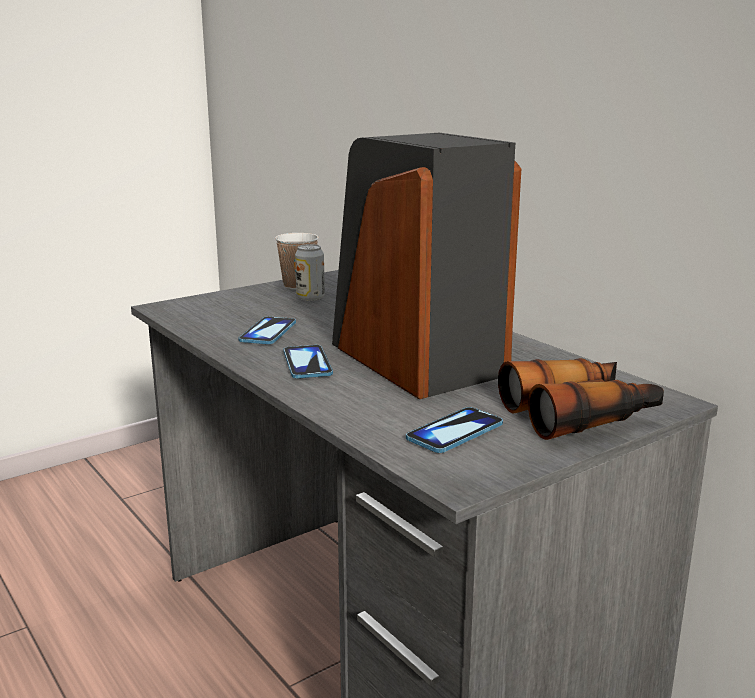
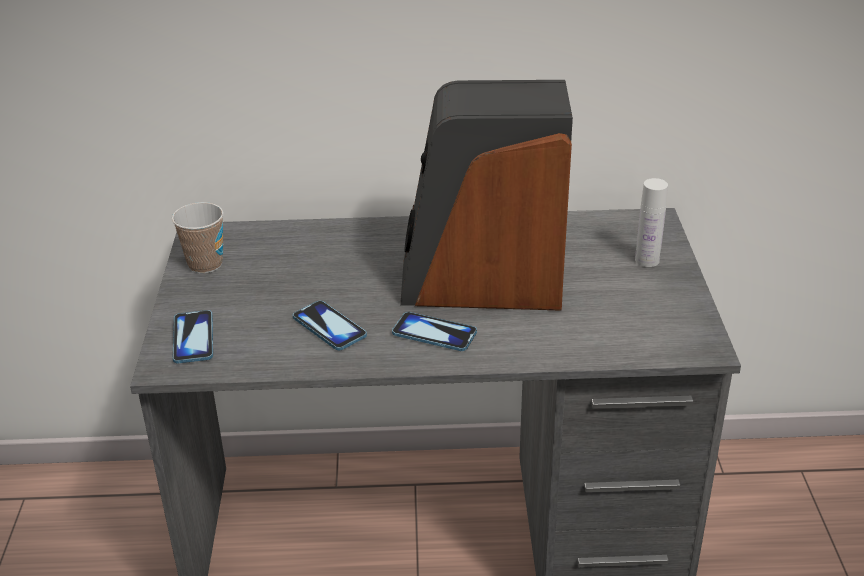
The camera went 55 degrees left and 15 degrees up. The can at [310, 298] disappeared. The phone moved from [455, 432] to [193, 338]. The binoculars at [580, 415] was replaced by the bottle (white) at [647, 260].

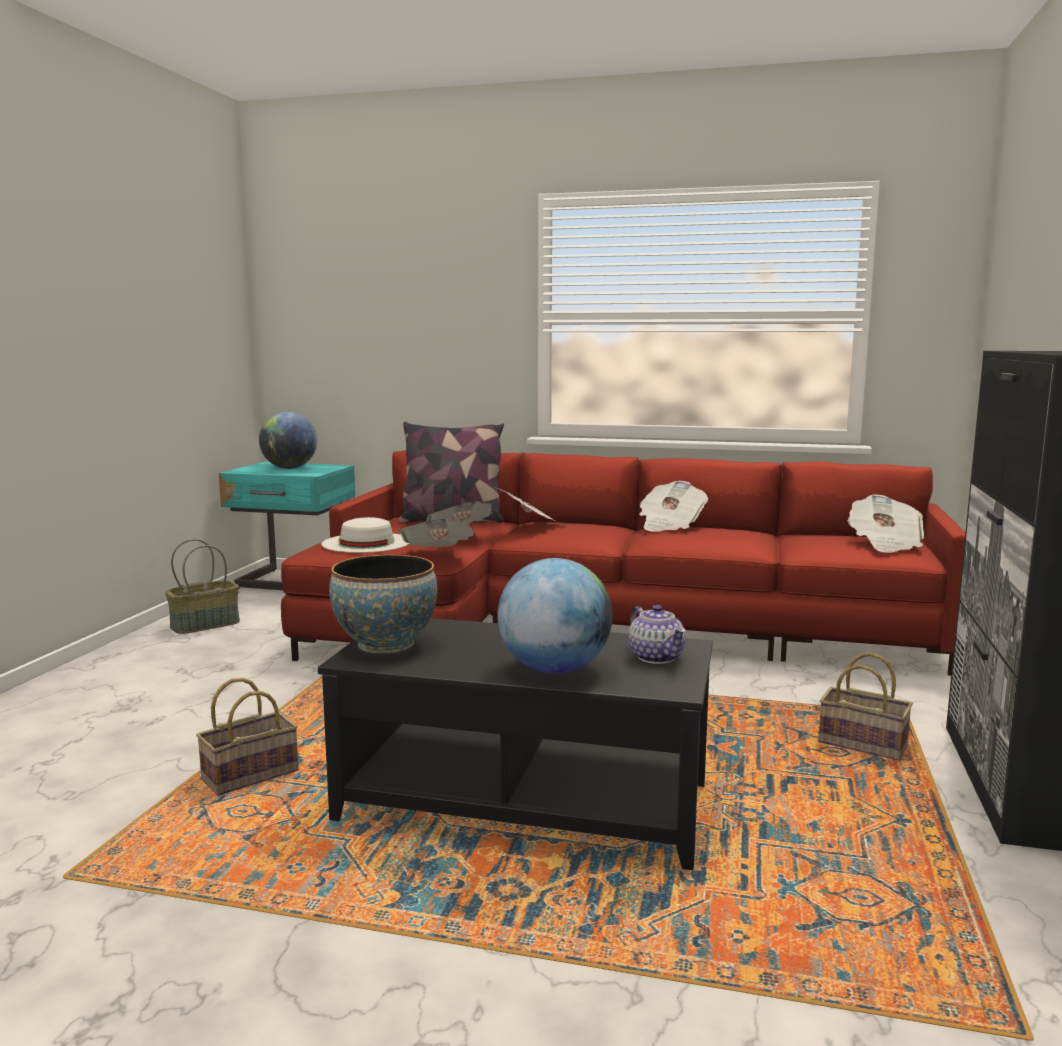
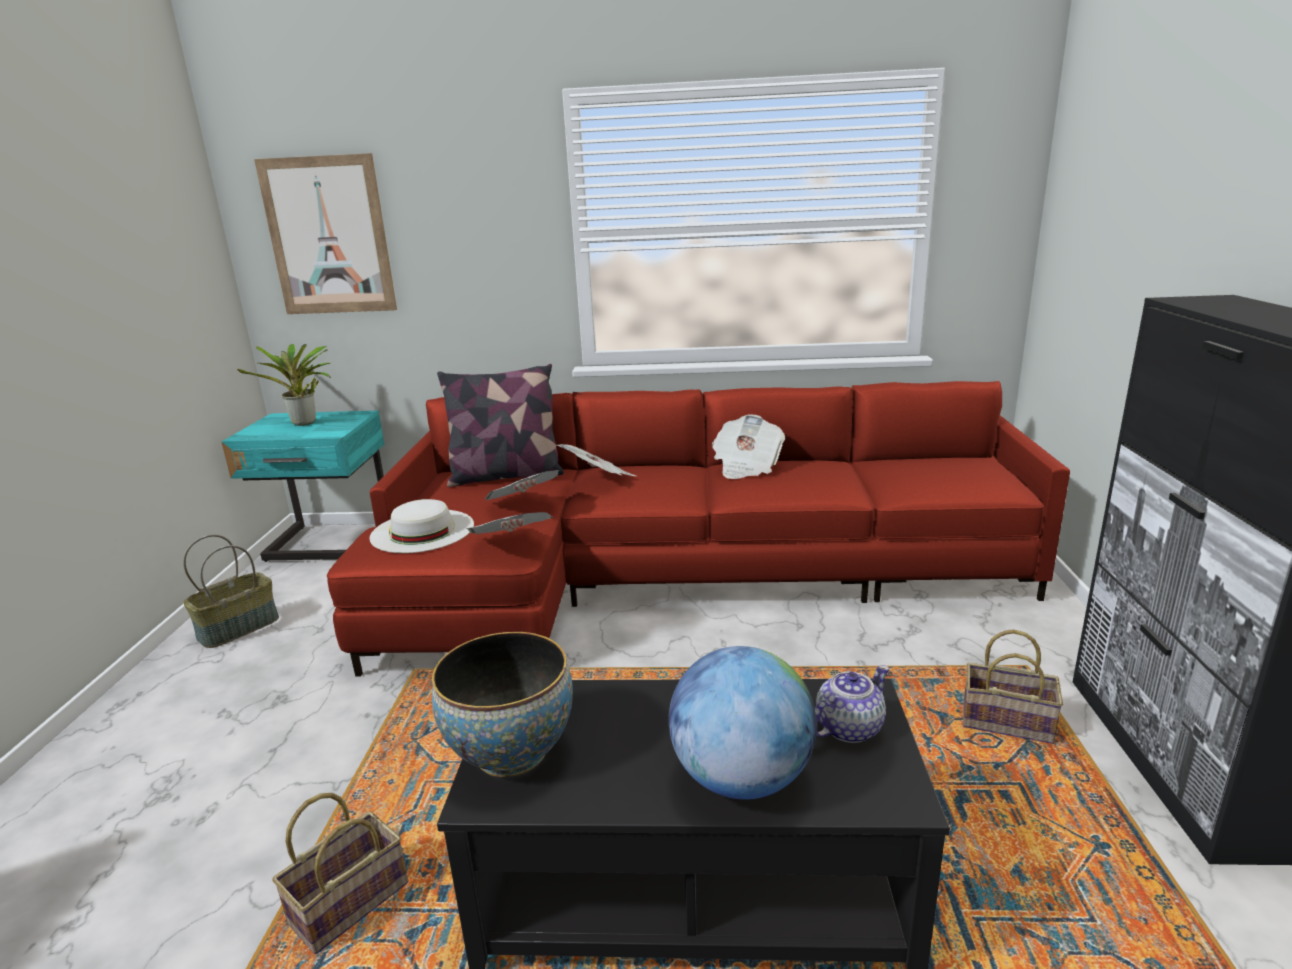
The camera went 10 degrees left and 10 degrees up. The globe at [289, 468] was replaced by the potted plant at [305, 424]. The teapot at [656, 657] turned 90 degrees counterclockwise. The newspaper at [884, 544] disappeared. The picture at [328, 236] appeared.

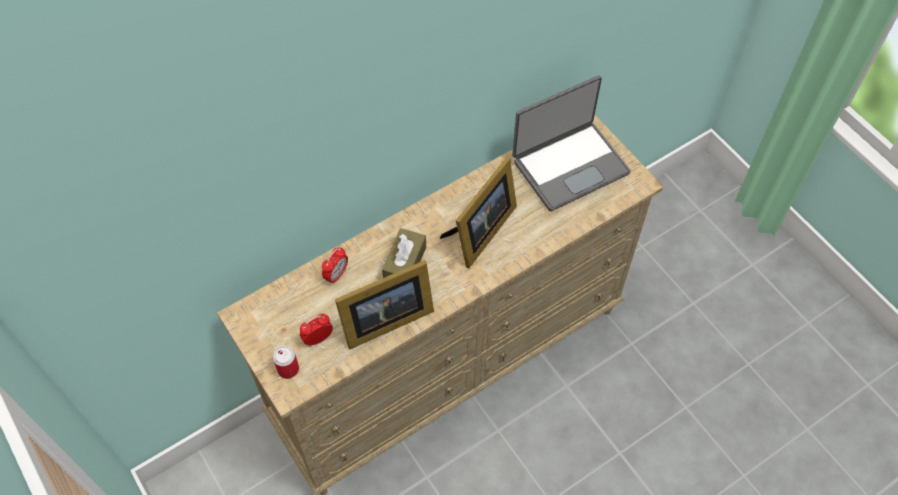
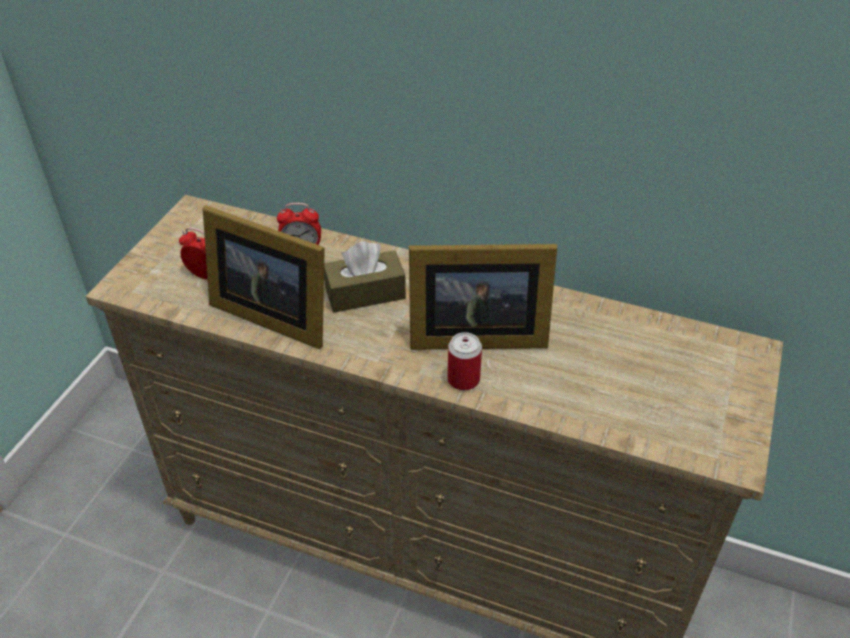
The camera went 55 degrees right and 15 degrees down. The can moved from [288, 369] to [463, 379]. The laptop at [569, 165] disappeared.

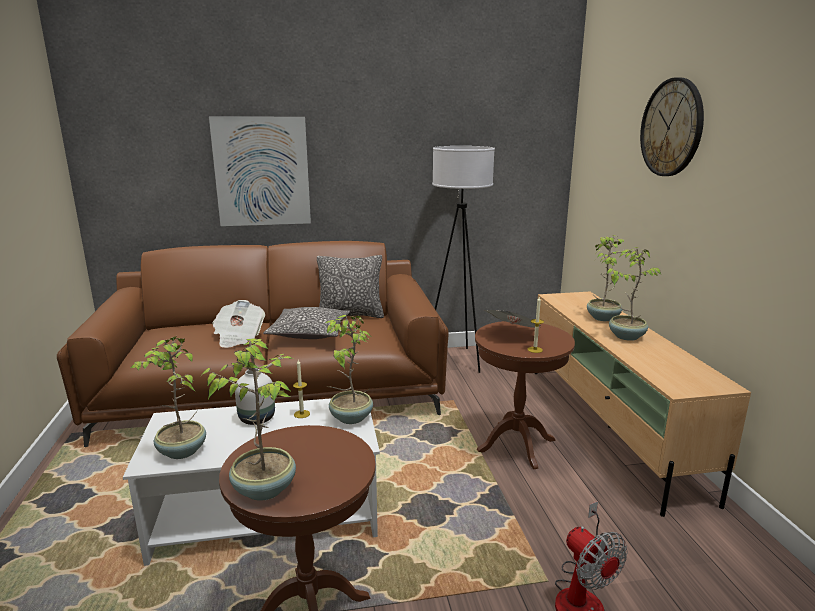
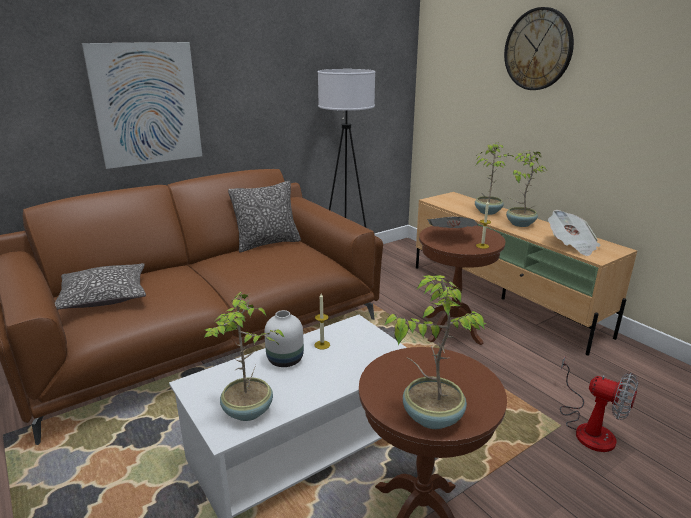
The camera went 25 degrees left and 5 degrees up. The newspaper moved from [238, 337] to [571, 246]. The pillow moved from [309, 333] to [104, 297]. The potted plant at [350, 418] disappeared.

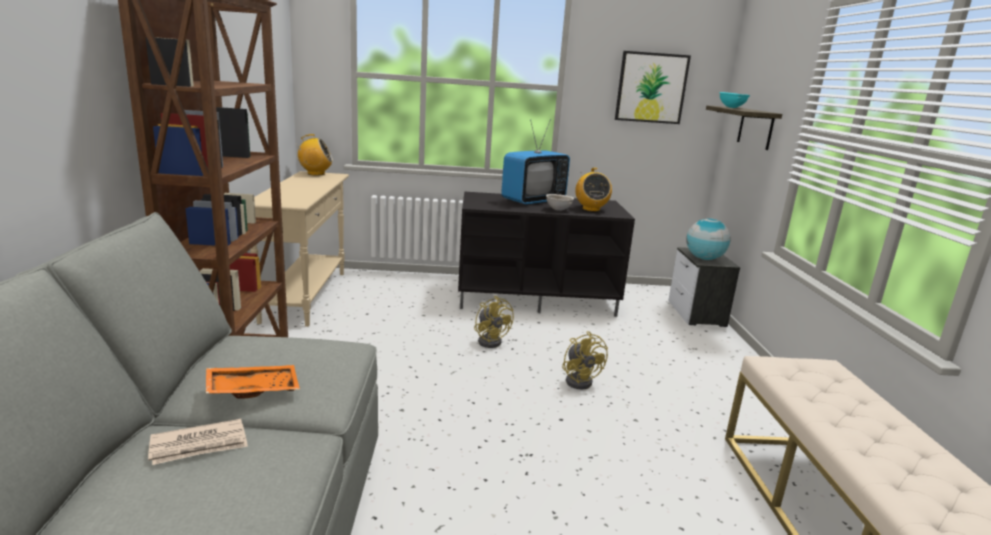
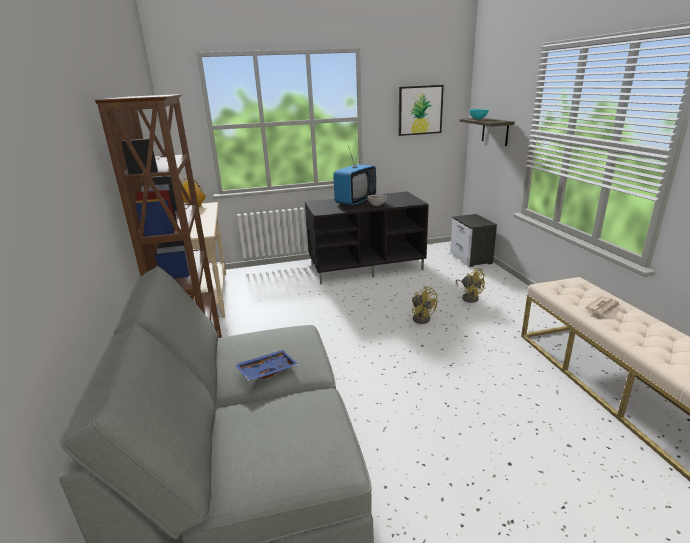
The camera went 10 degrees left and 5 degrees up. The newspaper moved from [200, 445] to [603, 307]. The tray (orange) at [253, 389] became the tray (blue) at [267, 370]. The fan (yellow) moved from [491, 340] to [469, 297]. The radio at [591, 209] disappeared. The globe at [704, 259] disappeared.

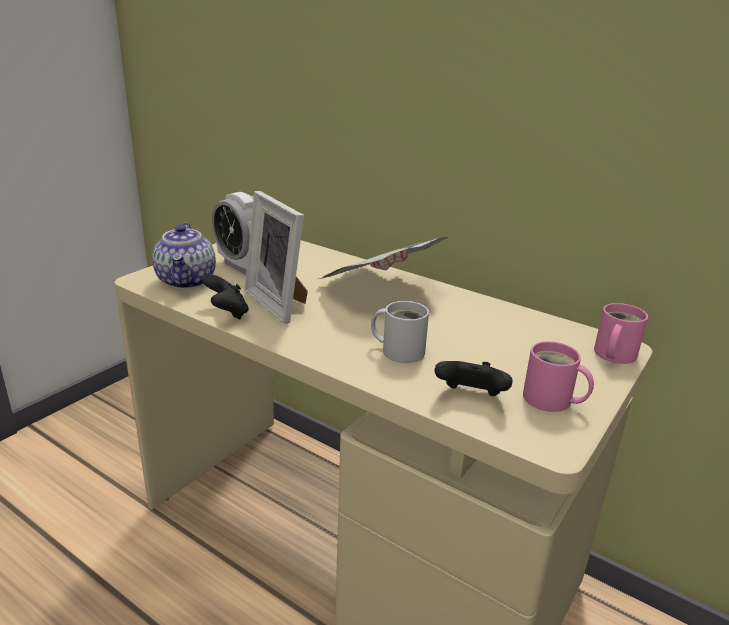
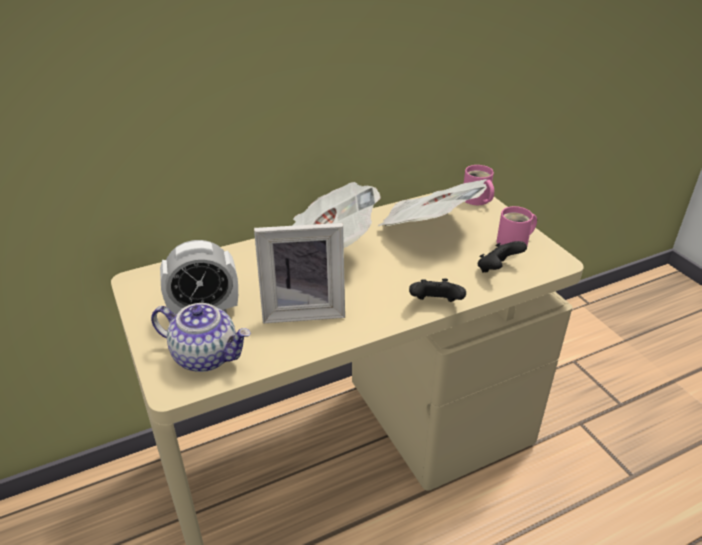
The camera went 60 degrees left and 10 degrees up. The game controller (black) moved from [227, 313] to [435, 304]. The mug (white) at [400, 350] disappeared. The newspaper at [428, 227] appeared.

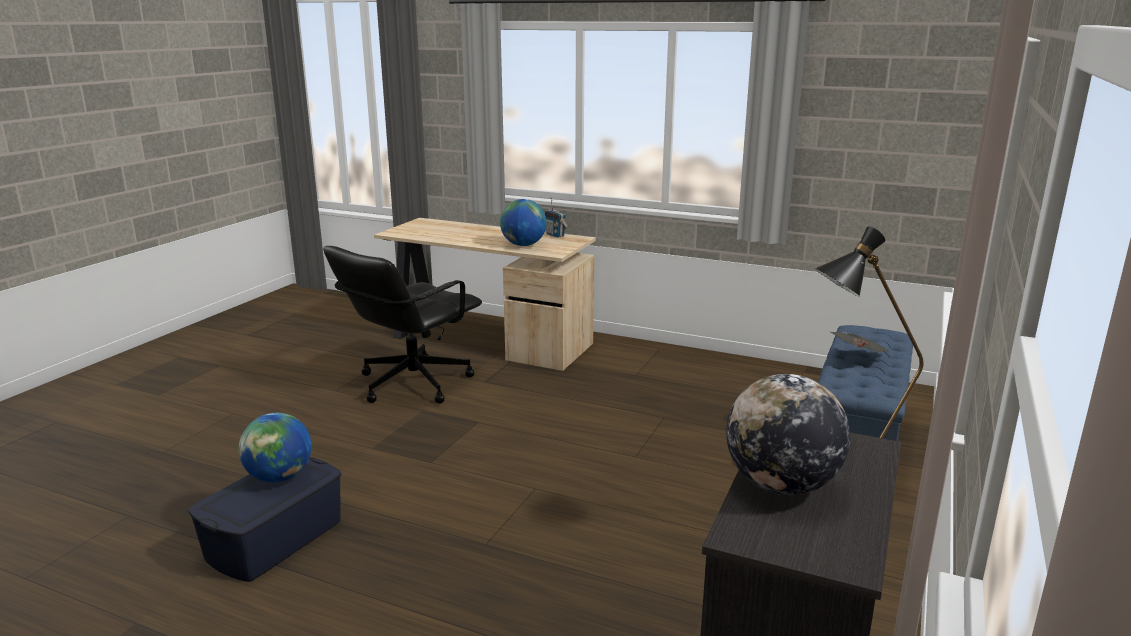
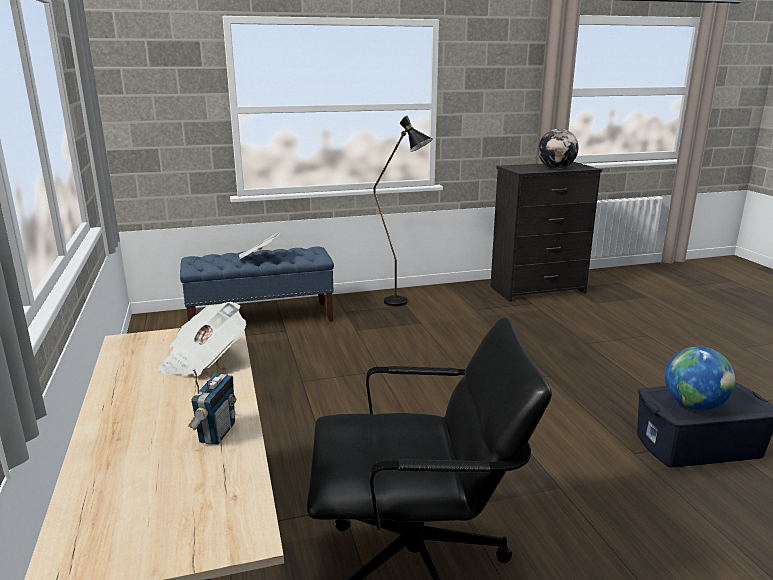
The camera went 130 degrees left and 0 degrees up. The globe at [523, 245] was replaced by the newspaper at [203, 360]. The radio moved from [555, 235] to [216, 433].

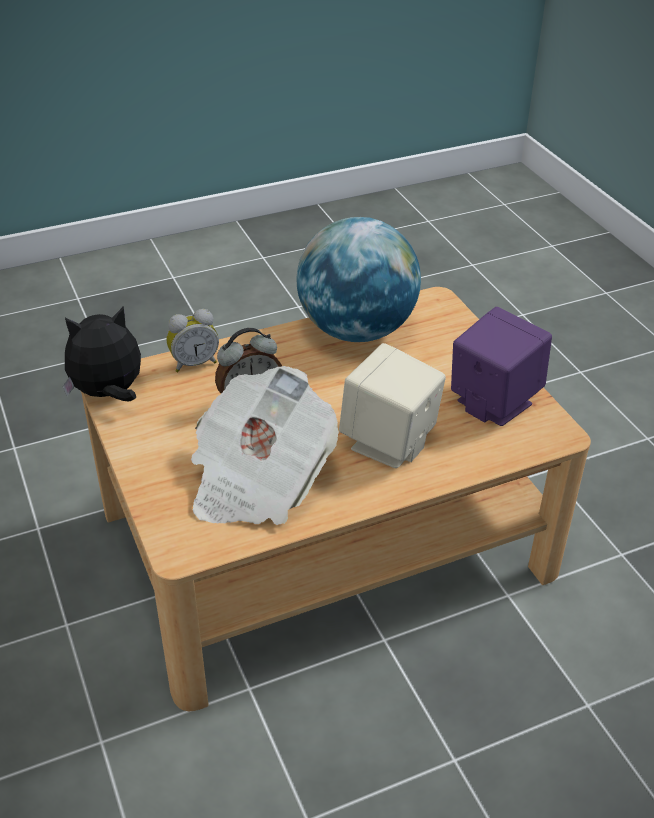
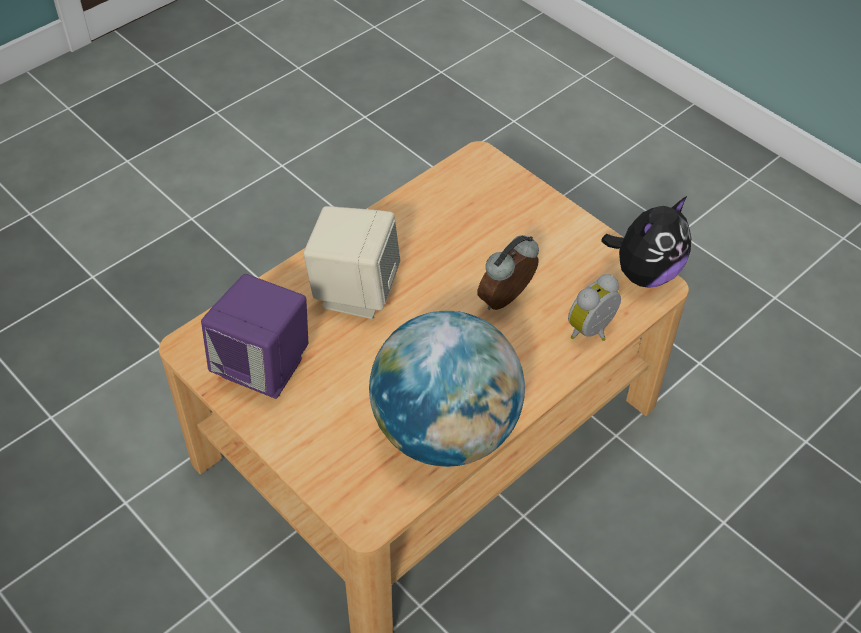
The camera went 160 degrees right and 10 degrees up. The newspaper at [258, 479] disappeared.

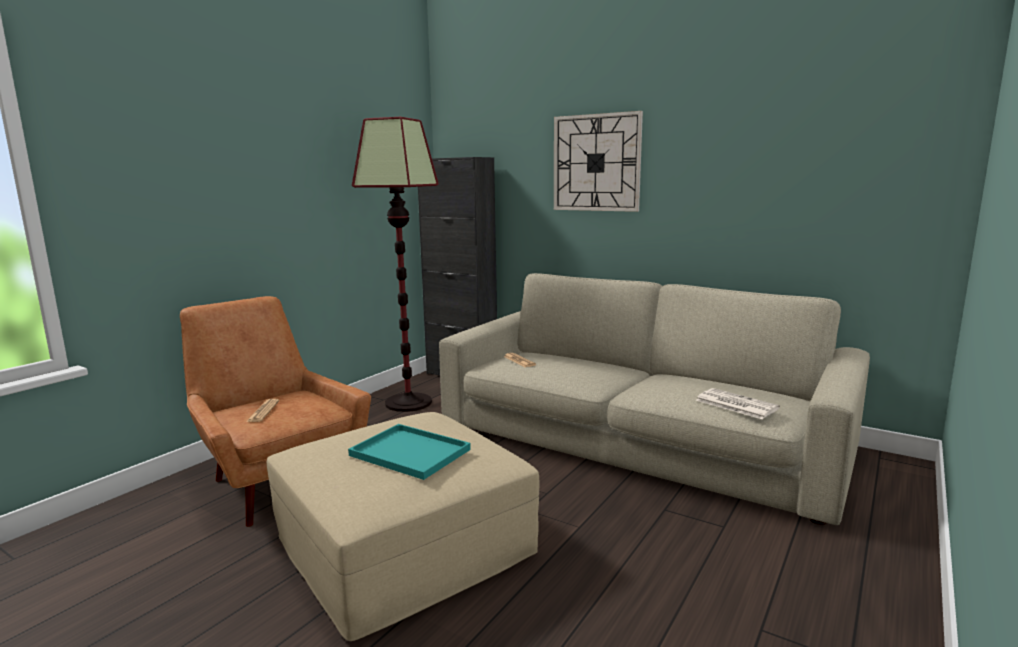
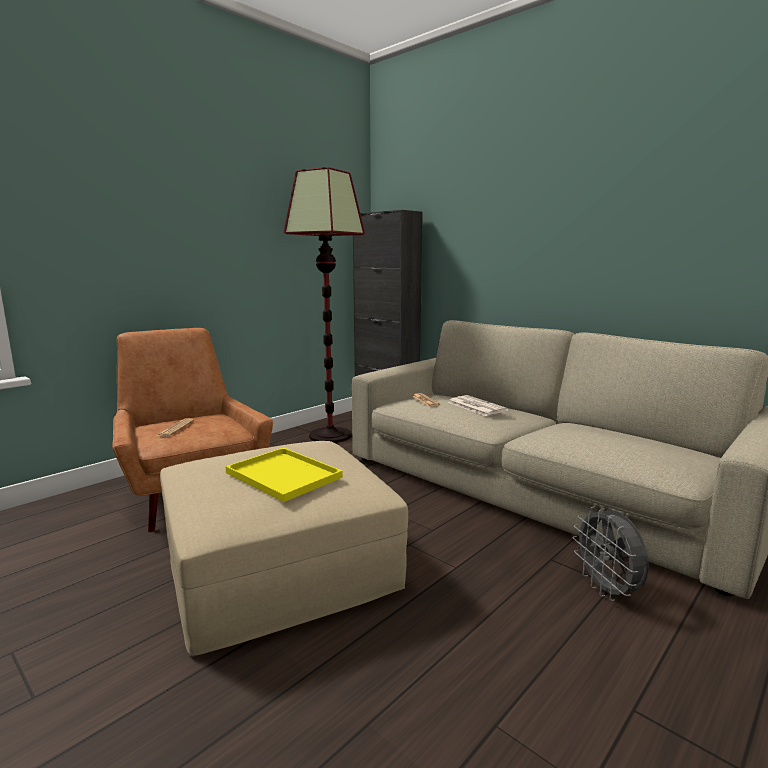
The camera went 10 degrees right and 0 degrees up. The tray (turquoise) at [407, 452] became the tray (yellow) at [281, 475]. The wall clock at [596, 163] disappeared. The newspaper moved from [735, 404] to [475, 406]. The fan (grey) at [607, 590] appeared.

